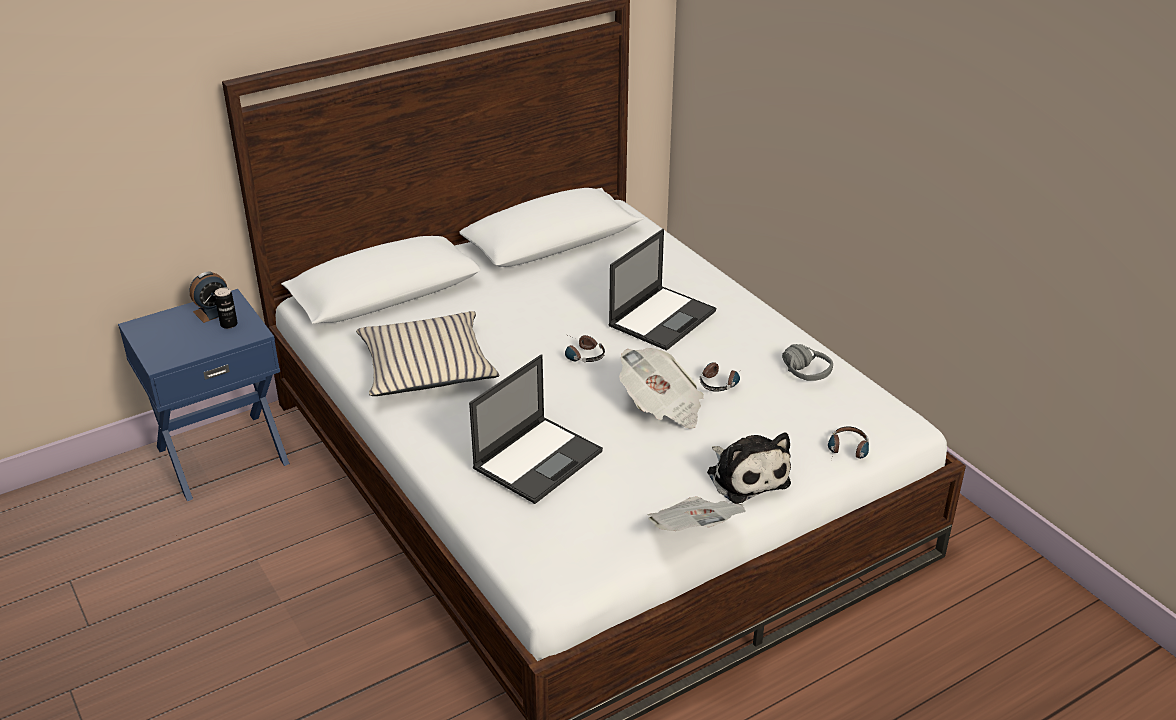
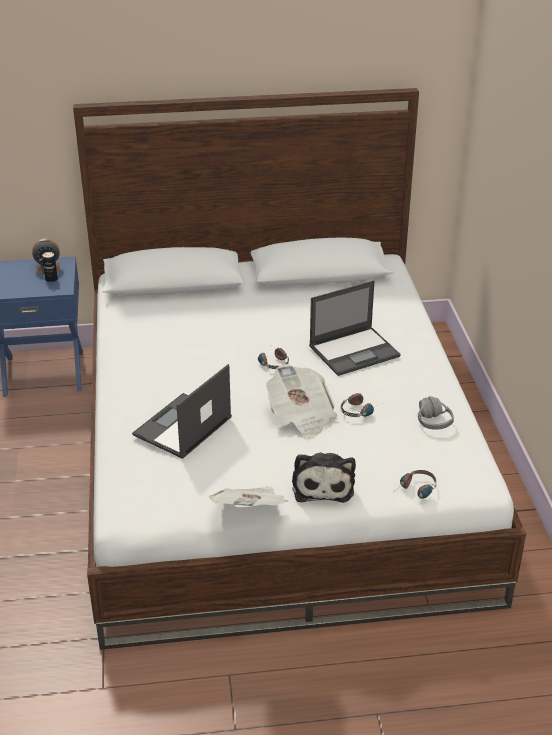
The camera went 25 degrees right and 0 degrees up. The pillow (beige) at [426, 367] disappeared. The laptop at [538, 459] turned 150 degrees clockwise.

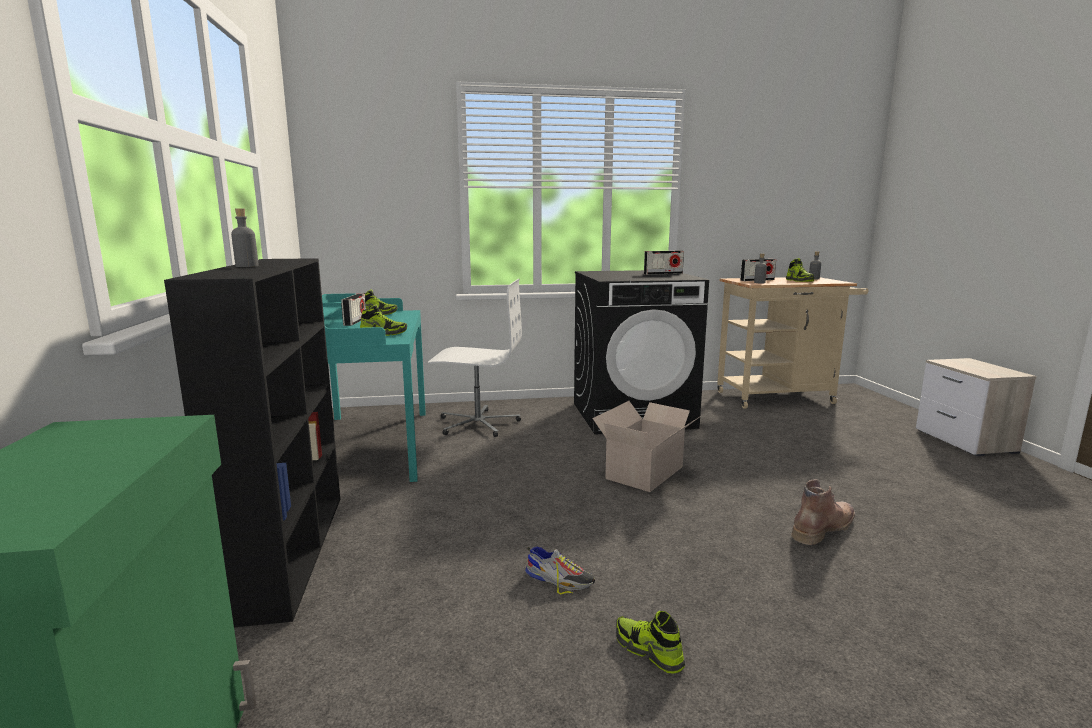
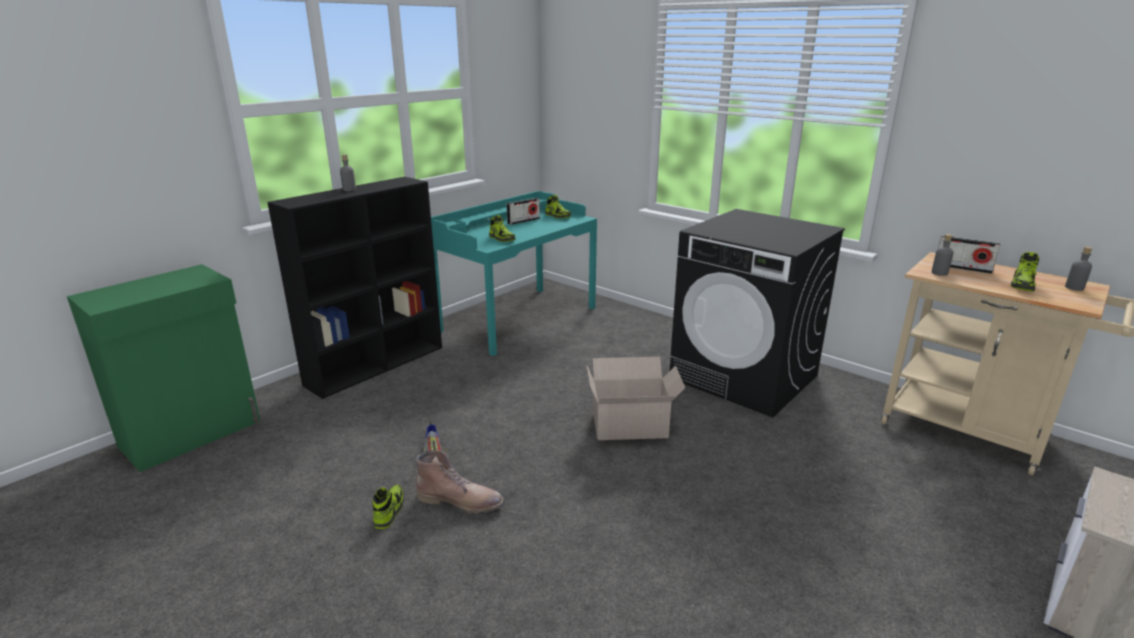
The camera went 50 degrees right and 10 degrees up. The office chair (white) at [477, 423] disappeared. The radio at [663, 274] disappeared. The boot (brown) moved from [822, 528] to [461, 500].

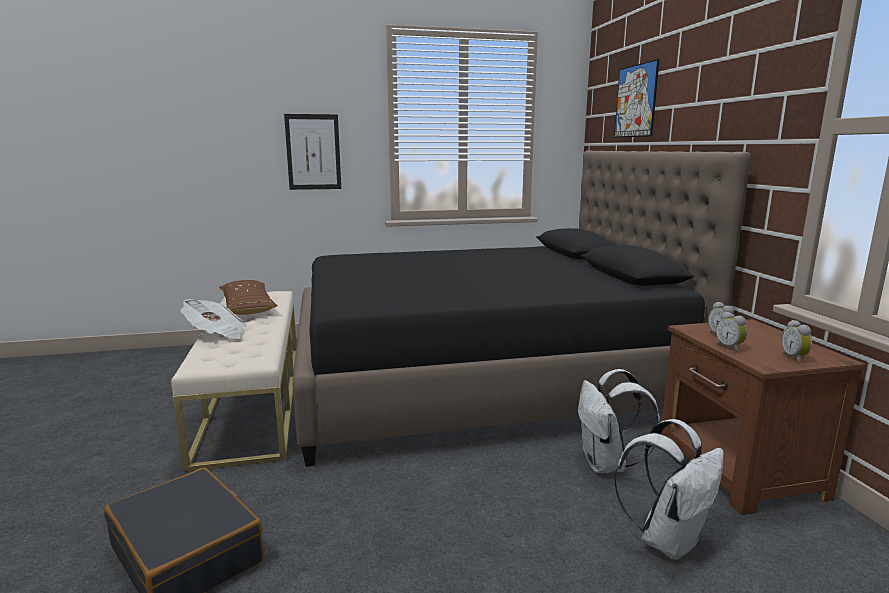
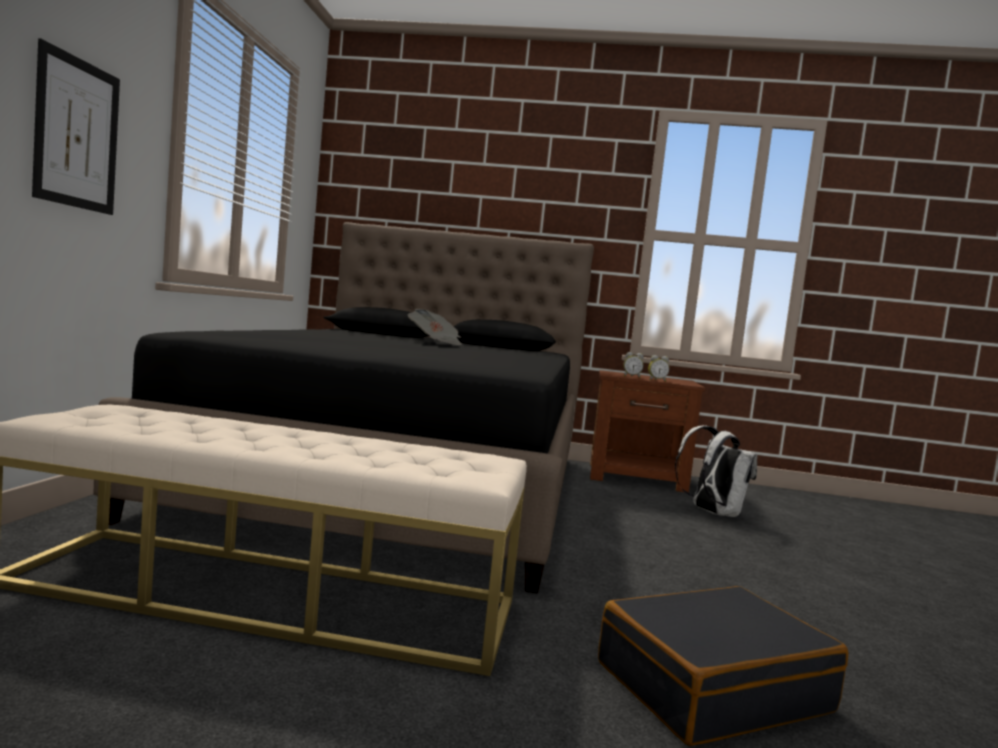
The camera went 70 degrees left and 10 degrees down. The newspaper moved from [216, 334] to [435, 343]. The pillow (brown) at [247, 307] disappeared. The backpack (white) at [607, 465] disappeared. The picture at [635, 101] disappeared. The alarm clock at [795, 358] disappeared.

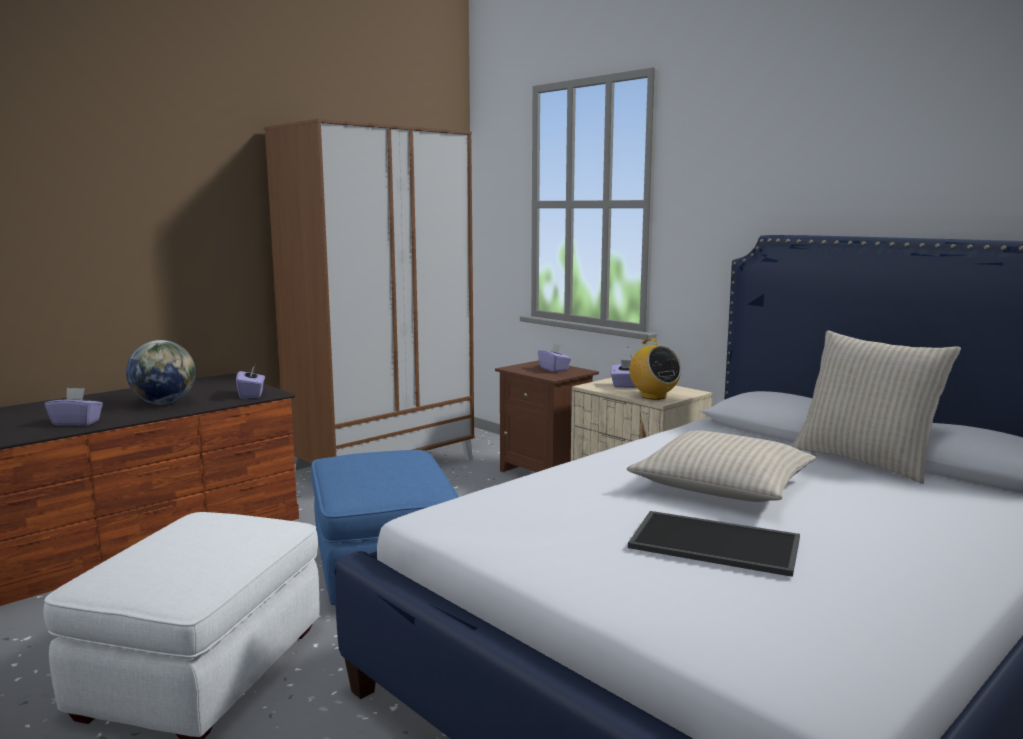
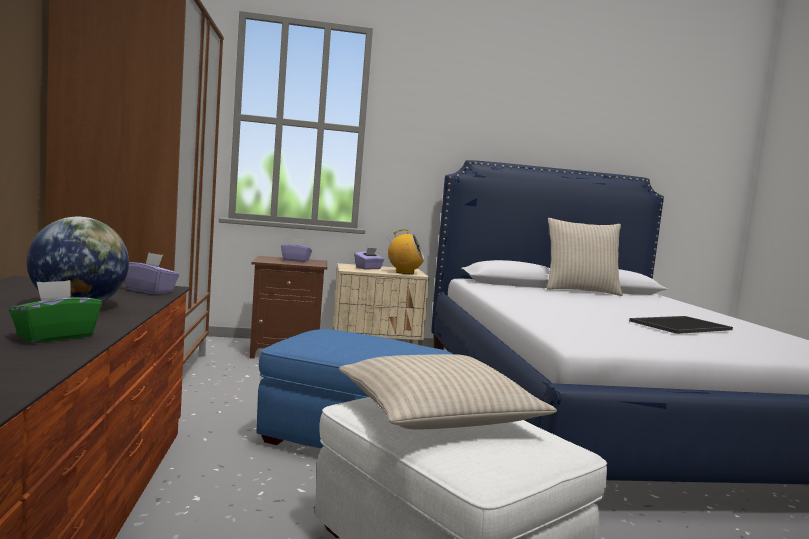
The camera went 55 degrees left and 5 degrees down. The tissue box (purple) at [76, 422] became the tissue box (green) at [55, 336]. The pillow (beige) moved from [722, 485] to [436, 413].

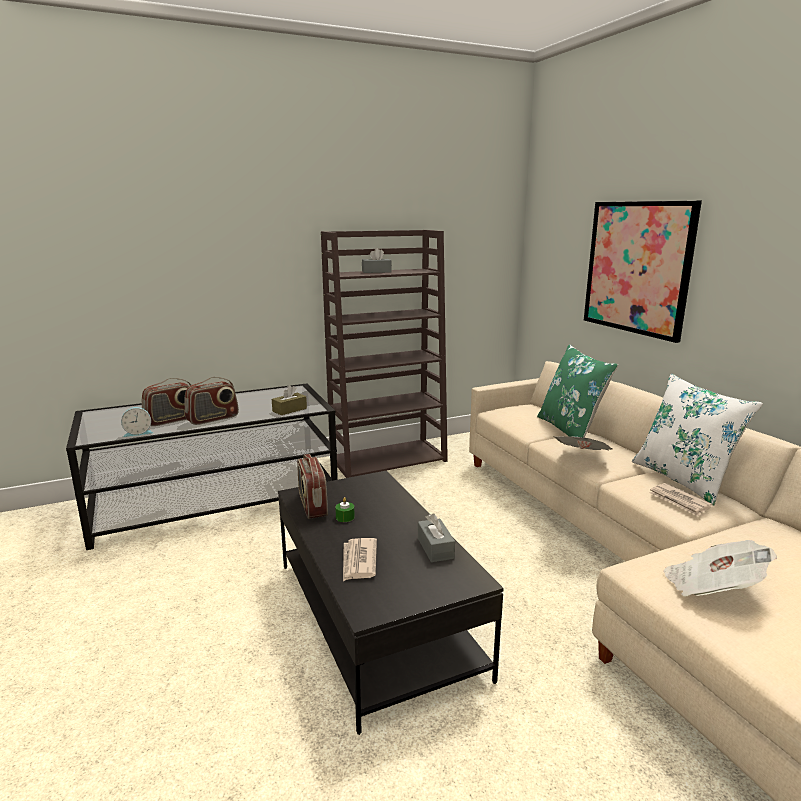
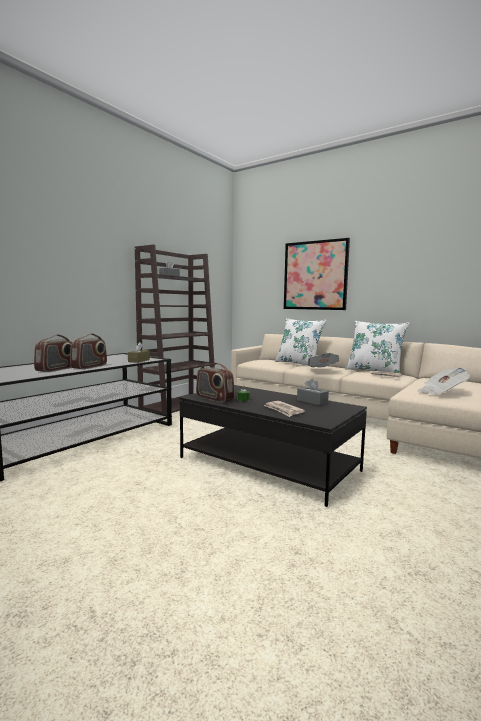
The camera went 30 degrees left and 10 degrees down. The alarm clock at [138, 433] disappeared. The pillow (green) at [570, 430] became the pillow (white) at [298, 363].

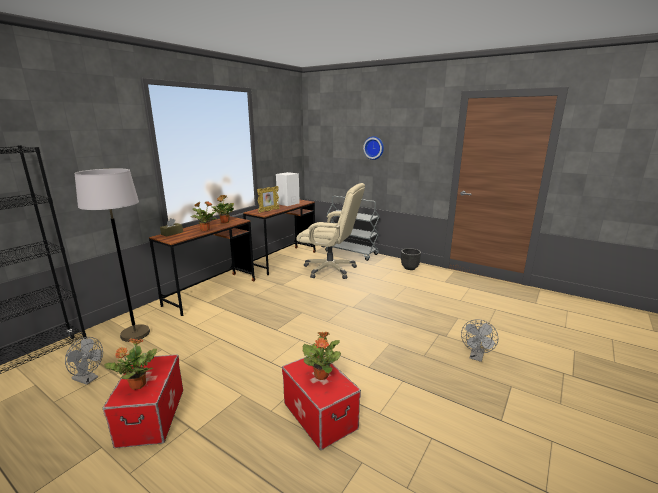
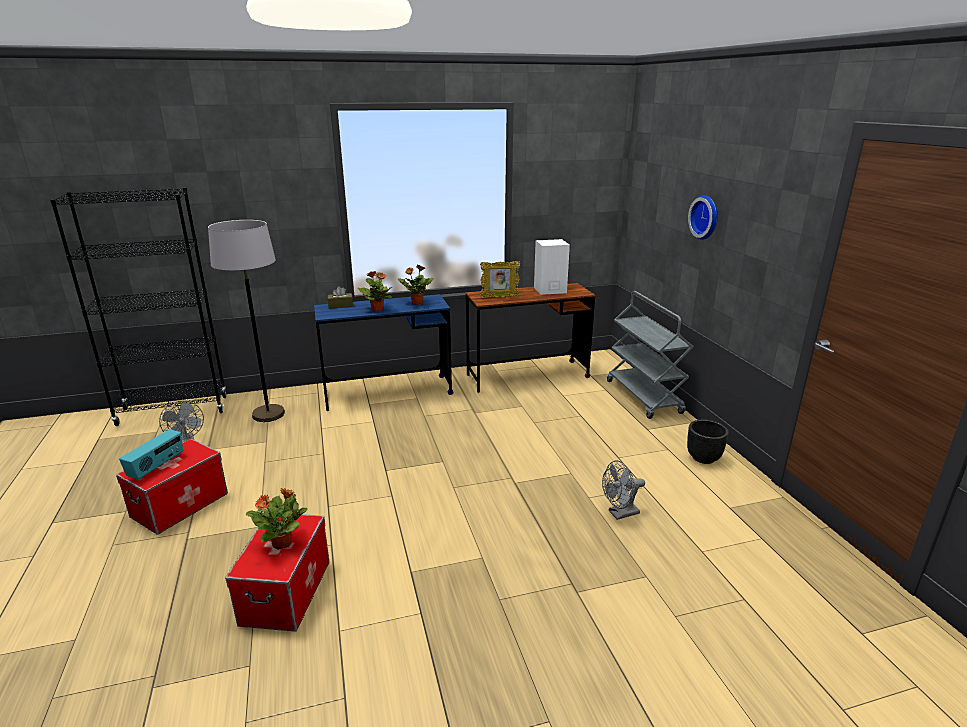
The camera went 40 degrees right and 5 degrees up. The potted plant at [137, 385] was replaced by the radio at [157, 467]. The desk (brown) at [211, 292] became the desk (blue) at [388, 393]. The office chair (beige) at [330, 269] disappeared. The fan (grey) moved from [476, 357] to [620, 514].

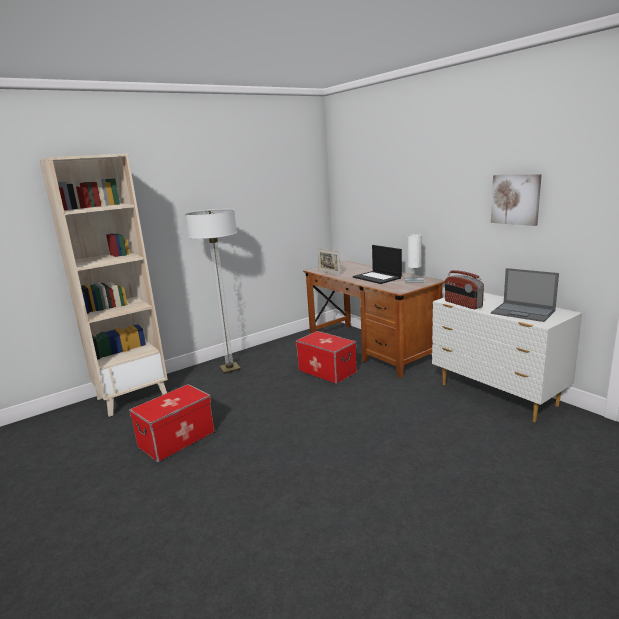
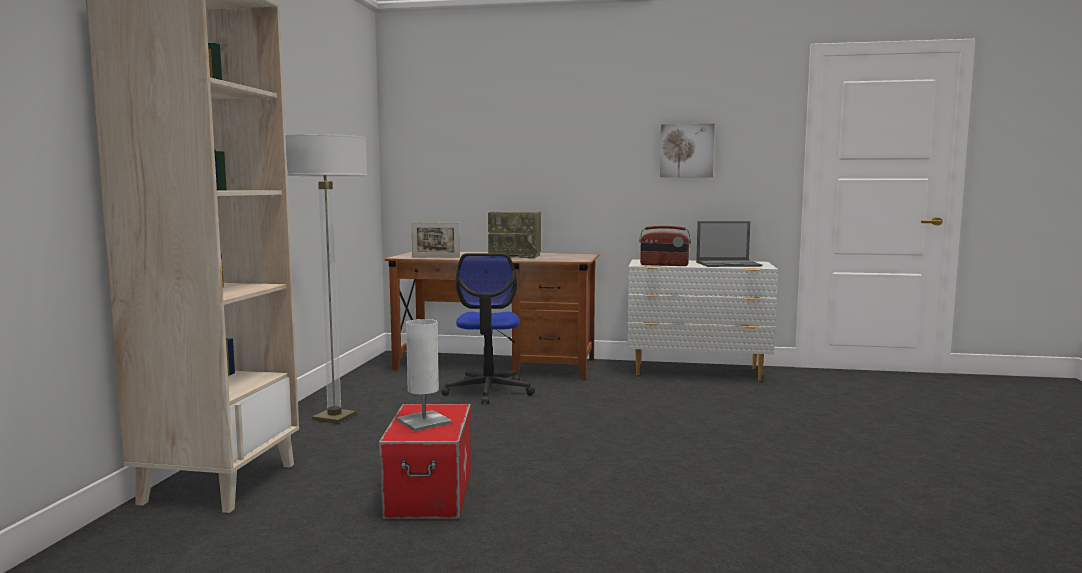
The camera went 45 degrees left and 10 degrees down. The storage box at [327, 371] was replaced by the office chair at [488, 391]. The laptop at [377, 277] was replaced by the radio at [516, 256]. The table lamp (white) moved from [414, 280] to [423, 422].

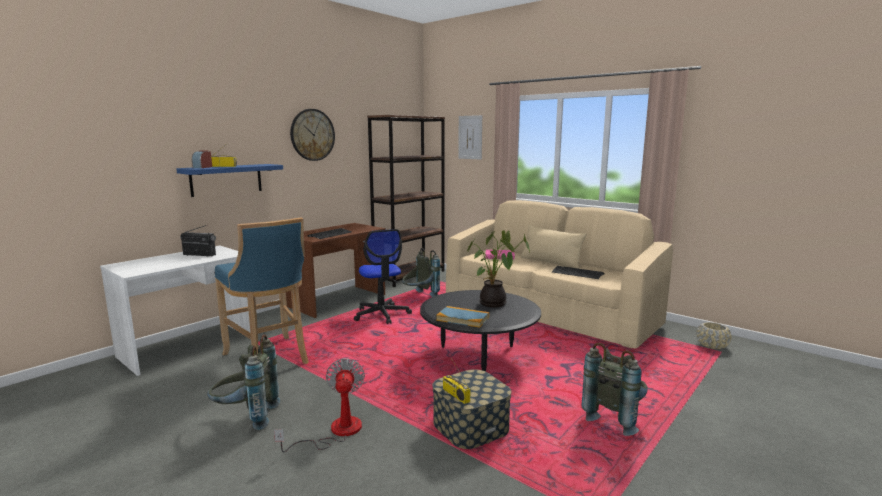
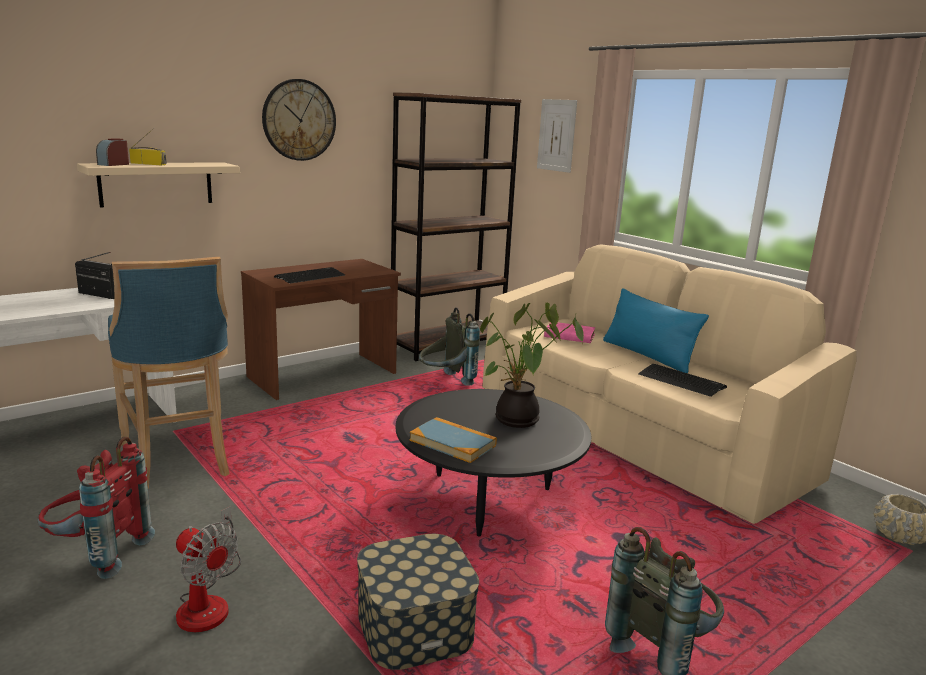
The camera went 10 degrees right and 5 degrees up. The shelf (blue) at [226, 179] became the shelf (beige) at [156, 184]. The backpack (grey) at [246, 417] became the backpack (red) at [97, 555]. The fan at [336, 432] turned 120 degrees clockwise. The office chair at [381, 314] disappeared. The radio at [455, 395] disappeared. The pillow (beige) at [550, 262] became the pillow (blue) at [647, 355].

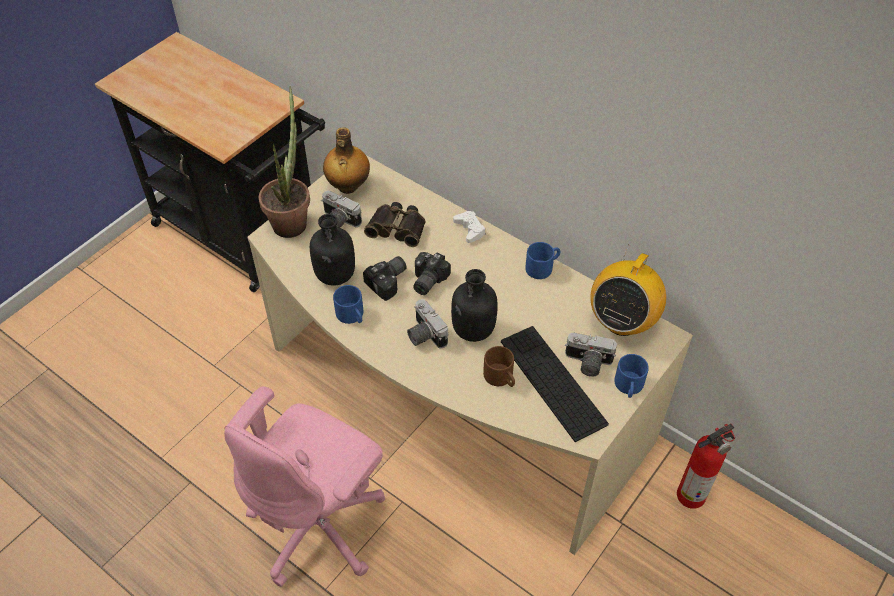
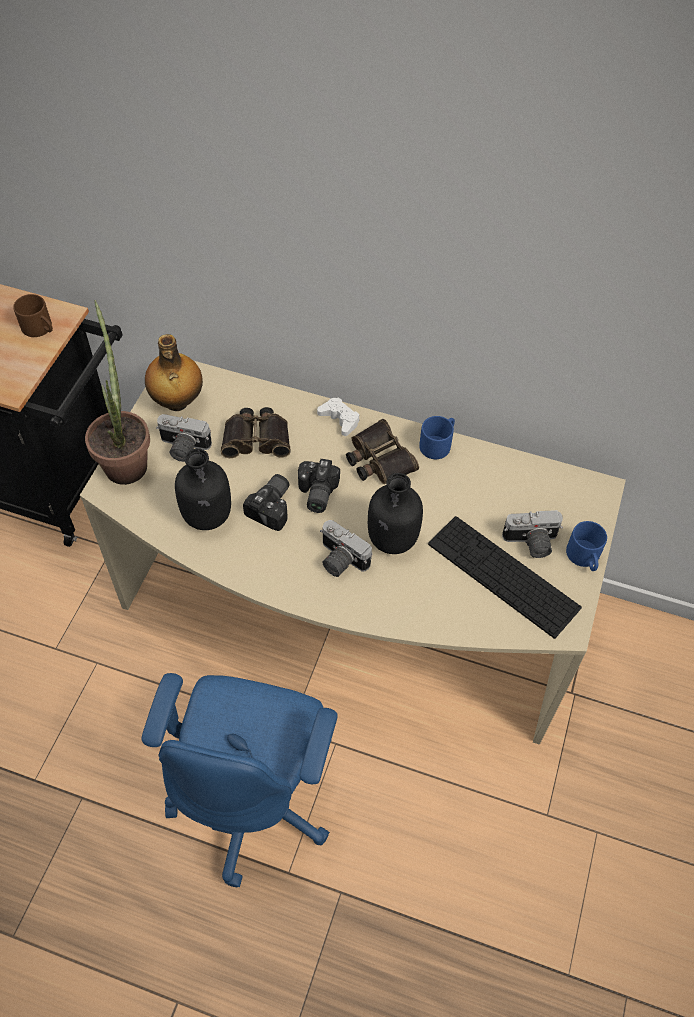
The camera went 20 degrees left and 5 degrees up. The office chair (pink) at [320, 524] became the office chair (blue) at [253, 799]. The mug (blue) at [352, 316] disappeared. The mug (brown) moved from [501, 377] to [41, 328]. The radio at [622, 321] disappeared. The fire extinguisher at [693, 494] disappeared. The binoculars at [378, 459] appeared.

